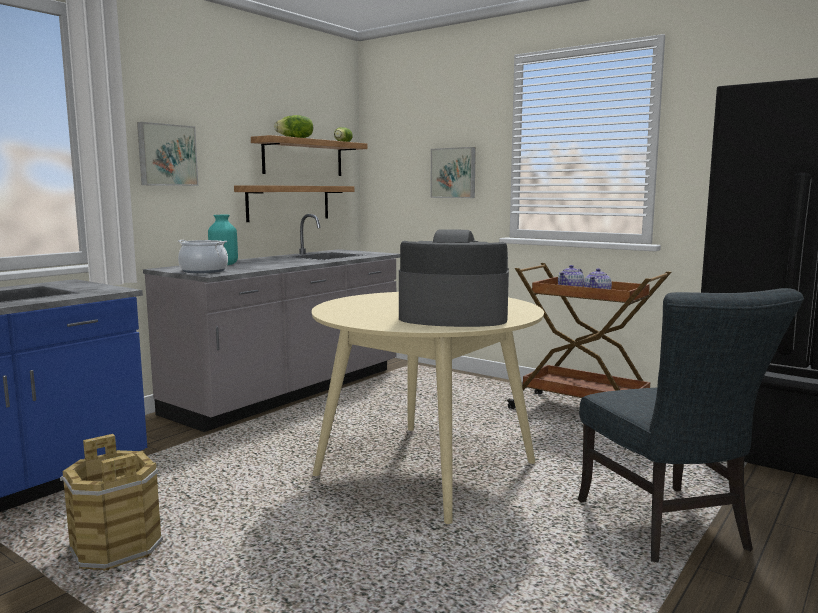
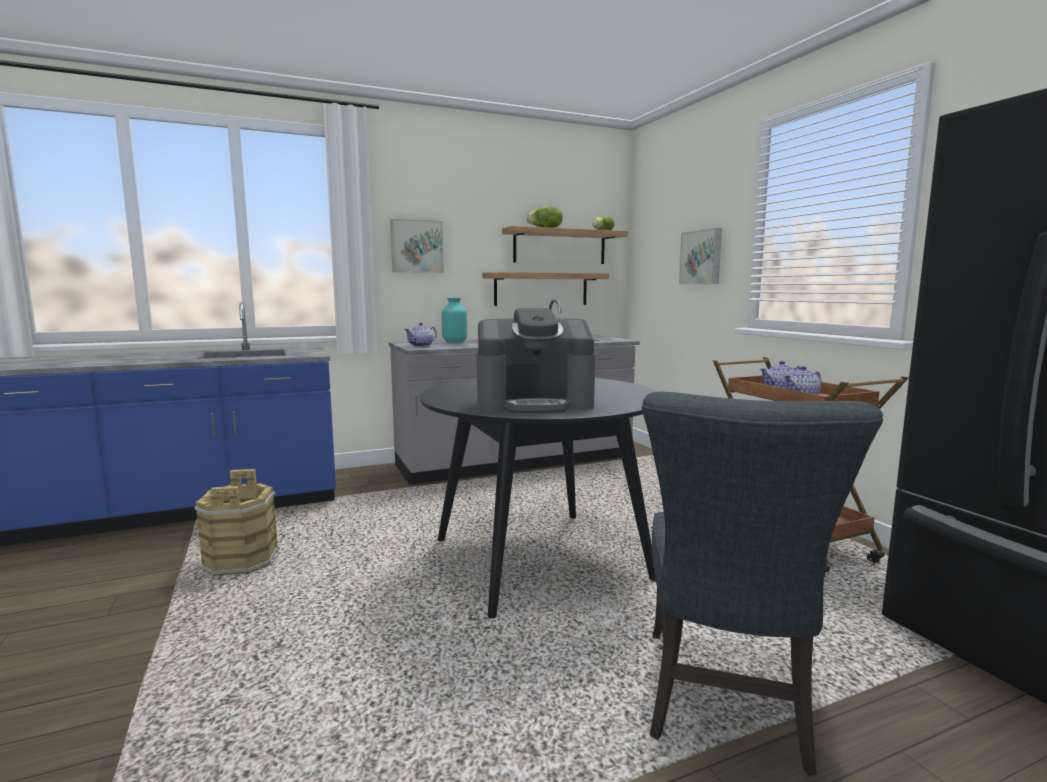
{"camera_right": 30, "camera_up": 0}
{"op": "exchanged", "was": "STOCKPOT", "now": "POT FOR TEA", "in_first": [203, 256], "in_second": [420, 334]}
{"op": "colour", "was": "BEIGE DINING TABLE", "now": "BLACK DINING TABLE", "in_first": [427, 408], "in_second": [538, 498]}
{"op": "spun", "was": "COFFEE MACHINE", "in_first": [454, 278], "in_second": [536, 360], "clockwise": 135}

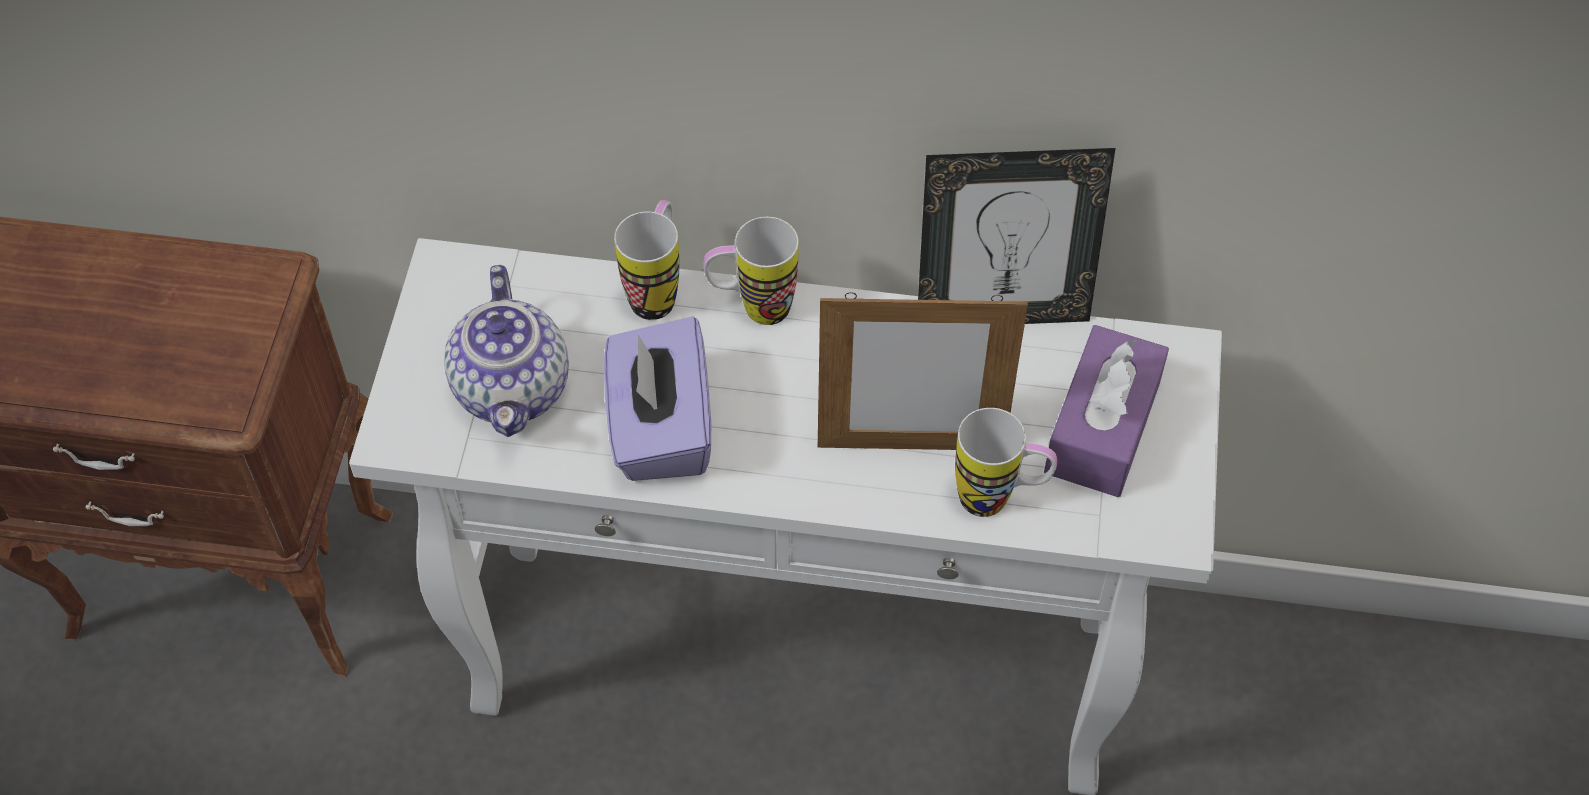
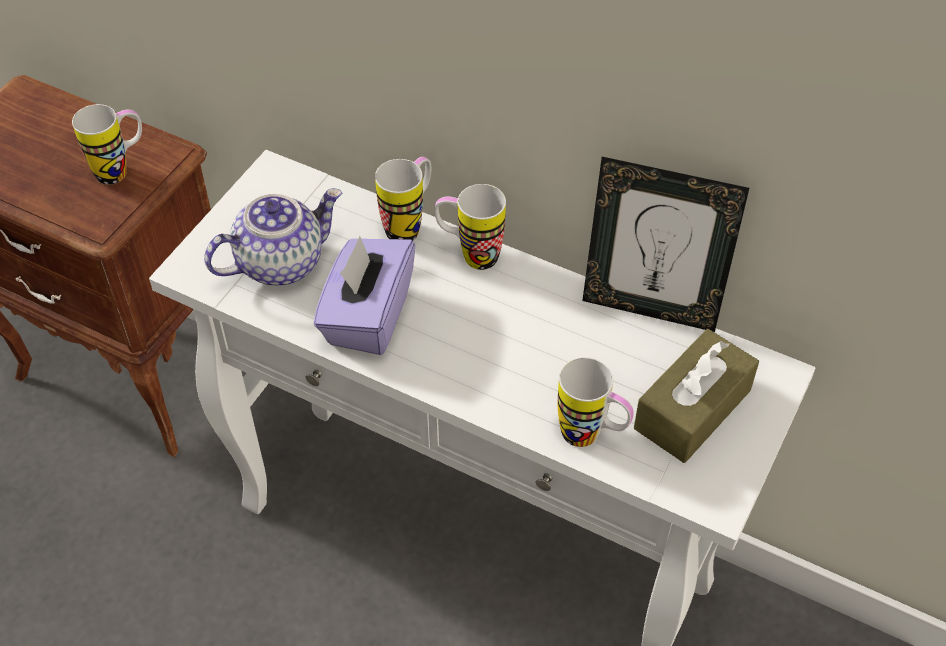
{"camera_right": 20, "camera_up": -5}
{"op": "missing", "was": "STANDING FRAME", "in_first": [923, 371]}
{"op": "appeared", "now": "MUG", "in_second": [107, 144]}
{"op": "colour", "was": "PURPLE-COLOURED TISSUE HOLDER", "now": "BROWN TISSUE HOLDER", "in_first": [1106, 411], "in_second": [696, 396]}
{"op": "spun", "was": "POT FOR TEA", "in_first": [506, 351], "in_second": [273, 237], "clockwise": -135}

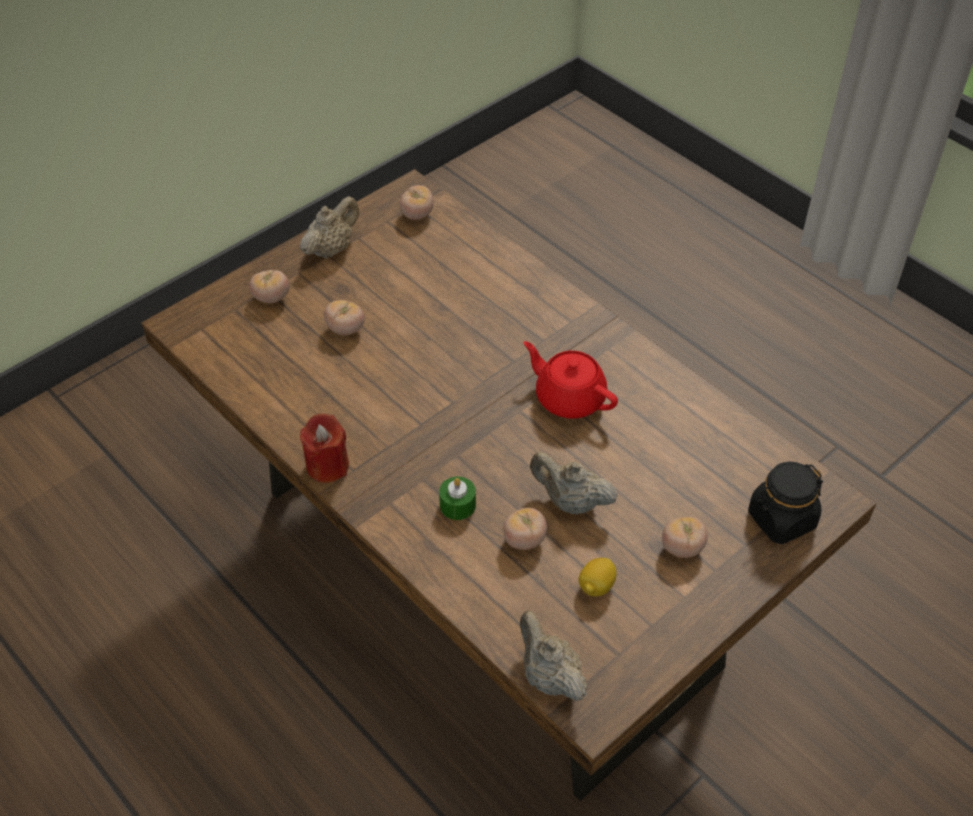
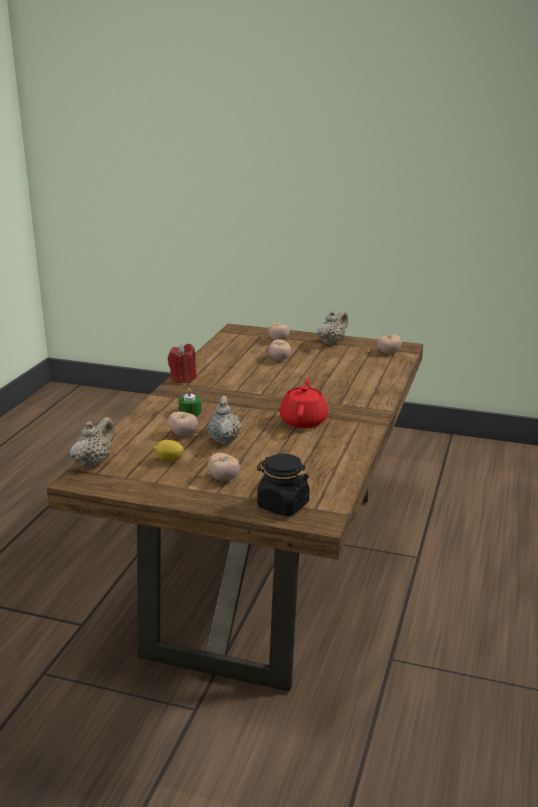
{"camera_right": 60, "camera_up": -25}
{"op": "spun", "was": "BEIGE POT FOR TEA", "in_first": [329, 227], "in_second": [332, 327], "clockwise": -60}

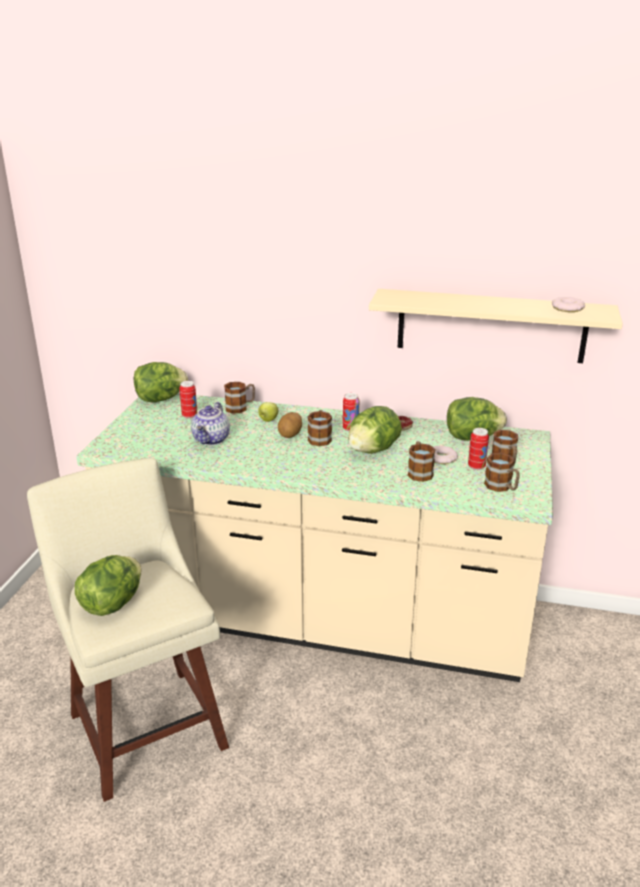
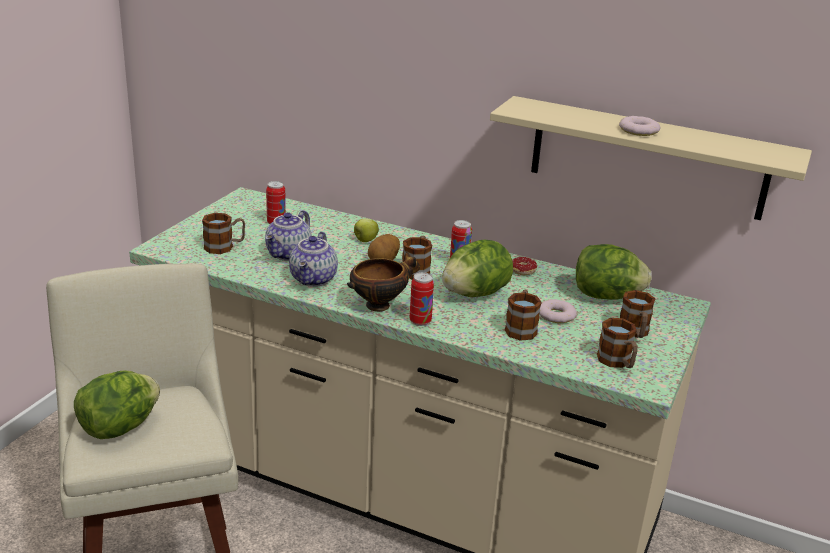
{"camera_right": 10, "camera_up": 0}
{"op": "missing", "was": "HEAD OF LETTUCE", "in_first": [161, 382]}
{"op": "appeared", "now": "POT FOR TEA", "in_second": [313, 259]}
{"op": "appeared", "now": "BOWL", "in_second": [383, 281]}
{"op": "relocated", "was": "MUG", "in_first": [239, 398], "in_second": [223, 233]}
{"op": "relocated", "was": "SEALED CAN", "in_first": [478, 449], "in_second": [421, 299]}
{"op": "relocated", "was": "RING DOUGHNUT", "in_first": [568, 304], "in_second": [639, 126]}

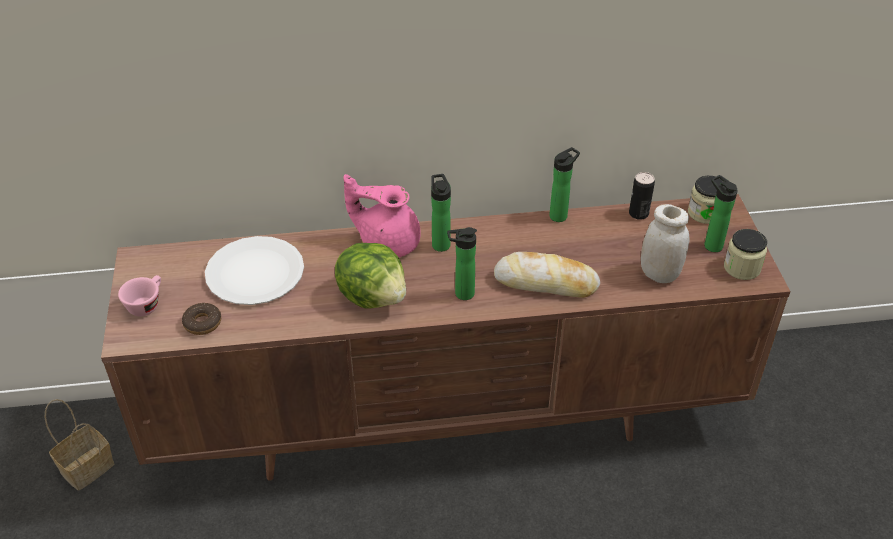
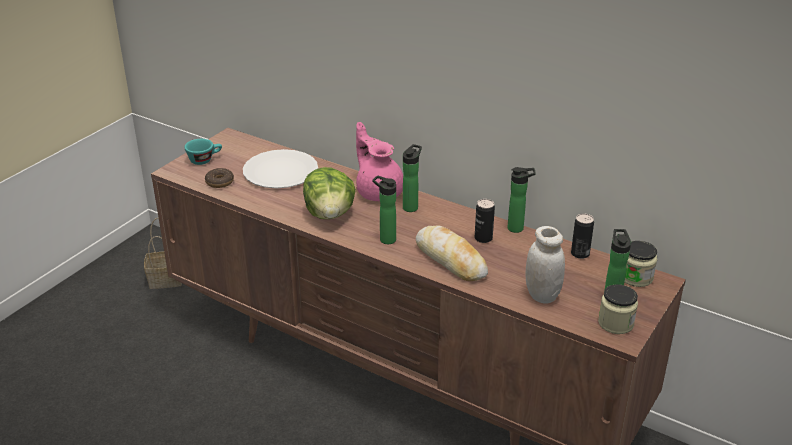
{"camera_right": 40, "camera_up": -10}
{"op": "appeared", "now": "SEALED CAN", "in_second": [485, 221]}
{"op": "colour", "was": "PINK-COLOURED CUP", "now": "TURQUOISE CUP", "in_first": [139, 296], "in_second": [203, 152]}

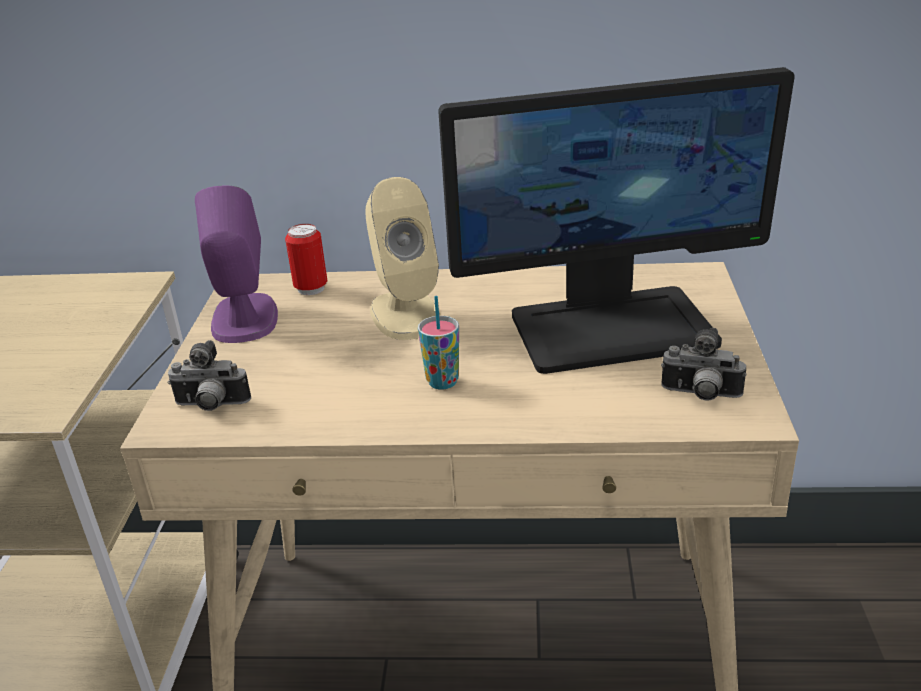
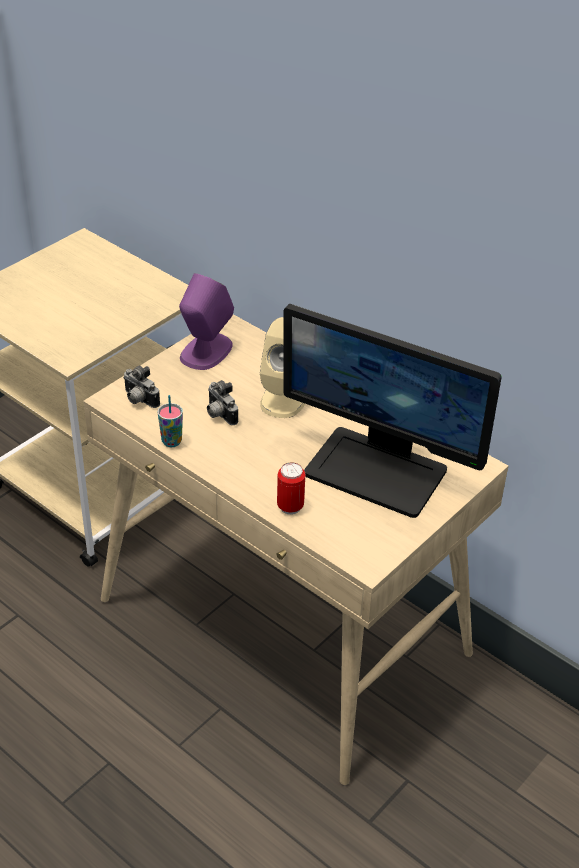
{"camera_right": 35, "camera_up": 10}
{"op": "relocated", "was": "SEALED CAN", "in_first": [306, 259], "in_second": [291, 488]}
{"op": "relocated", "was": "CUP", "in_first": [438, 342], "in_second": [170, 421]}
{"op": "relocated", "was": "PHOTO CAMERA", "in_first": [704, 364], "in_second": [222, 402]}

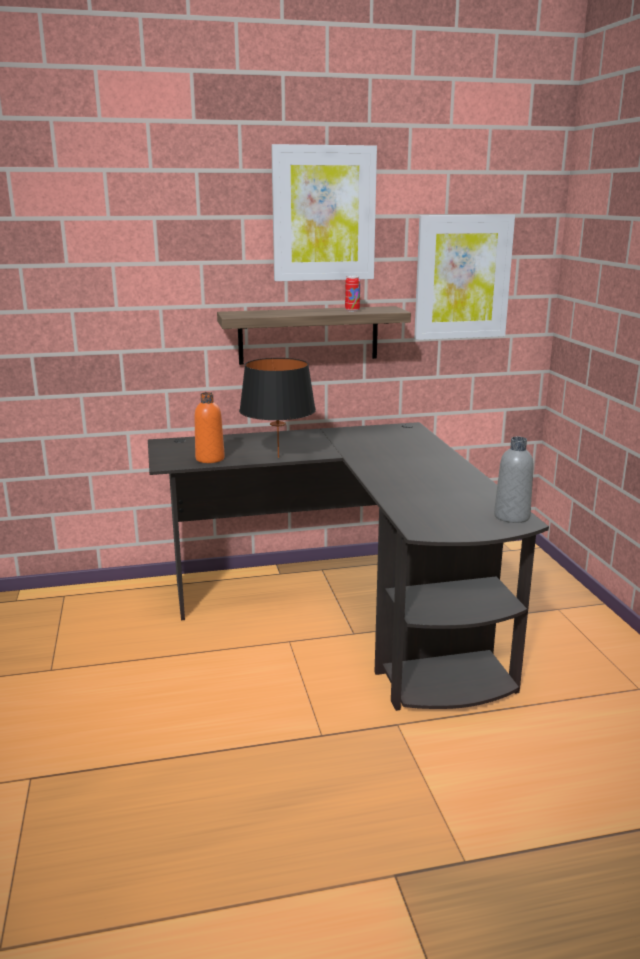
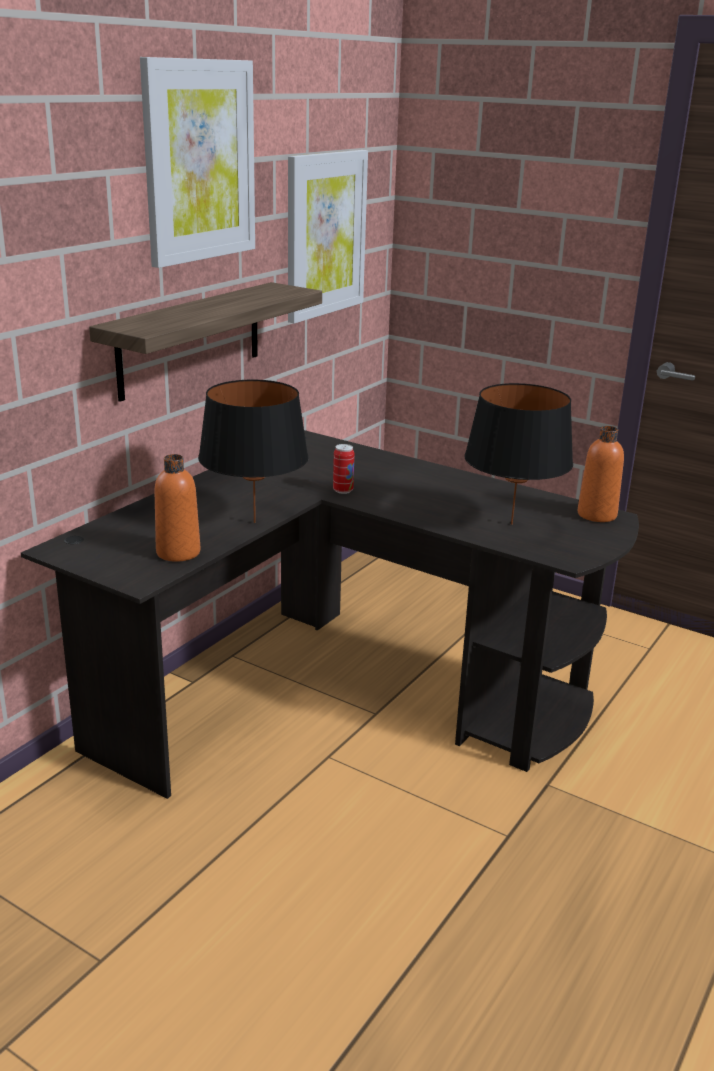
{"camera_right": -45, "camera_up": 5}
{"op": "appeared", "now": "BLACK TABLE LAMP", "in_second": [518, 454]}
{"op": "relocated", "was": "SEALED CAN", "in_first": [352, 294], "in_second": [344, 469]}
{"op": "colour", "was": "GREY BEVERAGE BOTTLE", "now": "ORANGE BEVERAGE BOTTLE", "in_first": [514, 480], "in_second": [601, 474]}

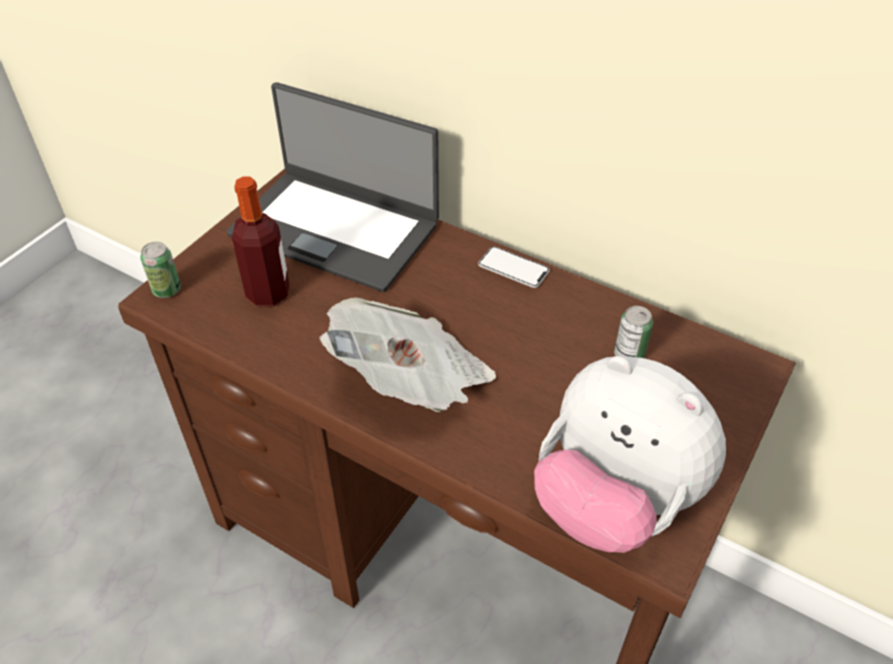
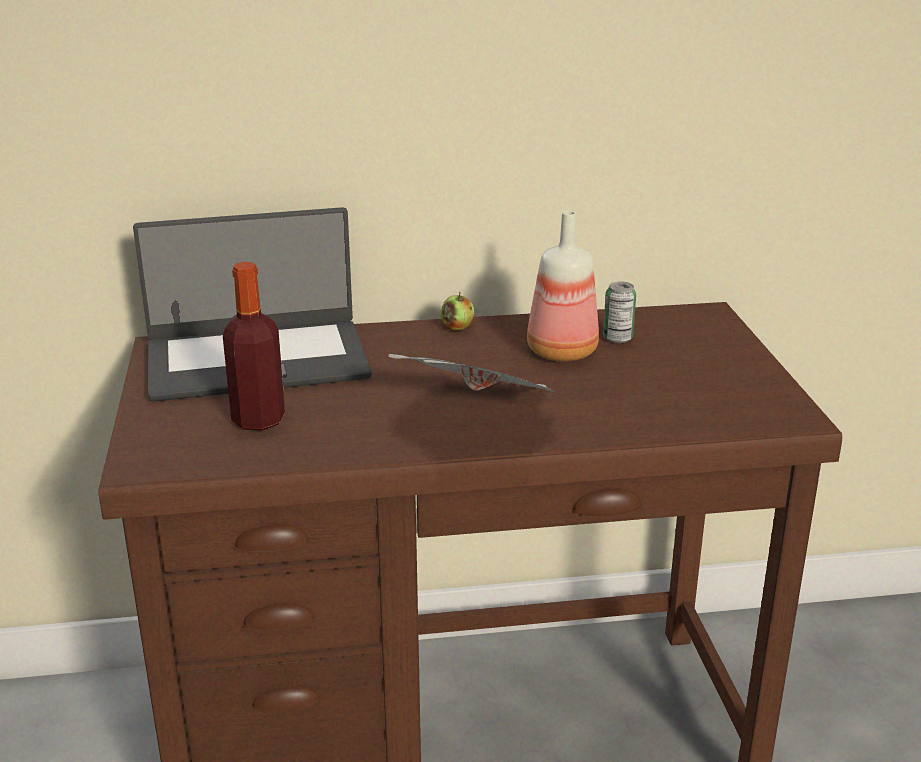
{"camera_right": -40, "camera_up": -20}
{"op": "missing", "was": "SEALED CAN", "in_first": [160, 270]}
{"op": "missing", "was": "CUDDLY TOY", "in_first": [630, 454]}
{"op": "appeared", "now": "BEVERAGE BOTTLE", "in_second": [563, 286]}
{"op": "exchanged", "was": "TELEPHONE", "now": "WHOLE APPLE", "in_first": [514, 267], "in_second": [457, 311]}

